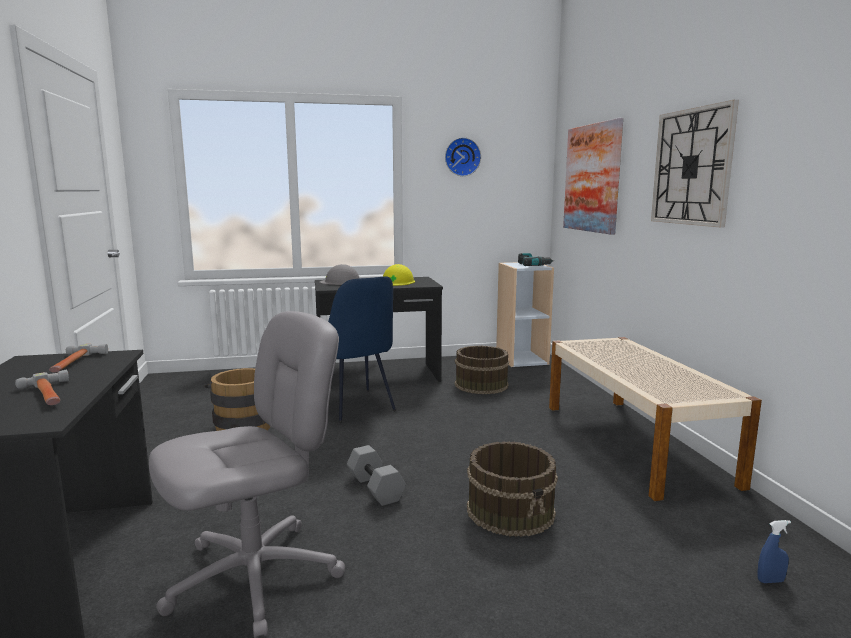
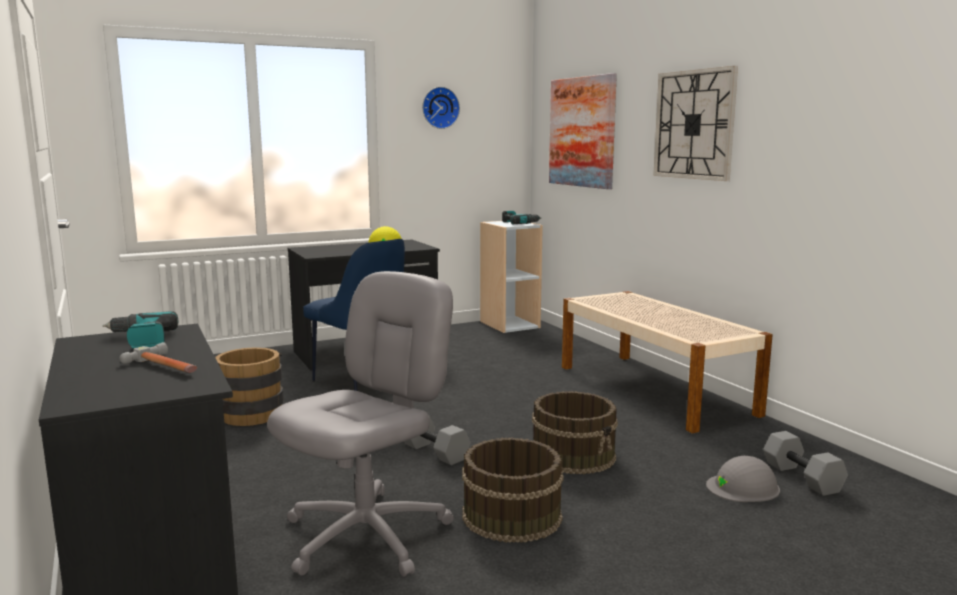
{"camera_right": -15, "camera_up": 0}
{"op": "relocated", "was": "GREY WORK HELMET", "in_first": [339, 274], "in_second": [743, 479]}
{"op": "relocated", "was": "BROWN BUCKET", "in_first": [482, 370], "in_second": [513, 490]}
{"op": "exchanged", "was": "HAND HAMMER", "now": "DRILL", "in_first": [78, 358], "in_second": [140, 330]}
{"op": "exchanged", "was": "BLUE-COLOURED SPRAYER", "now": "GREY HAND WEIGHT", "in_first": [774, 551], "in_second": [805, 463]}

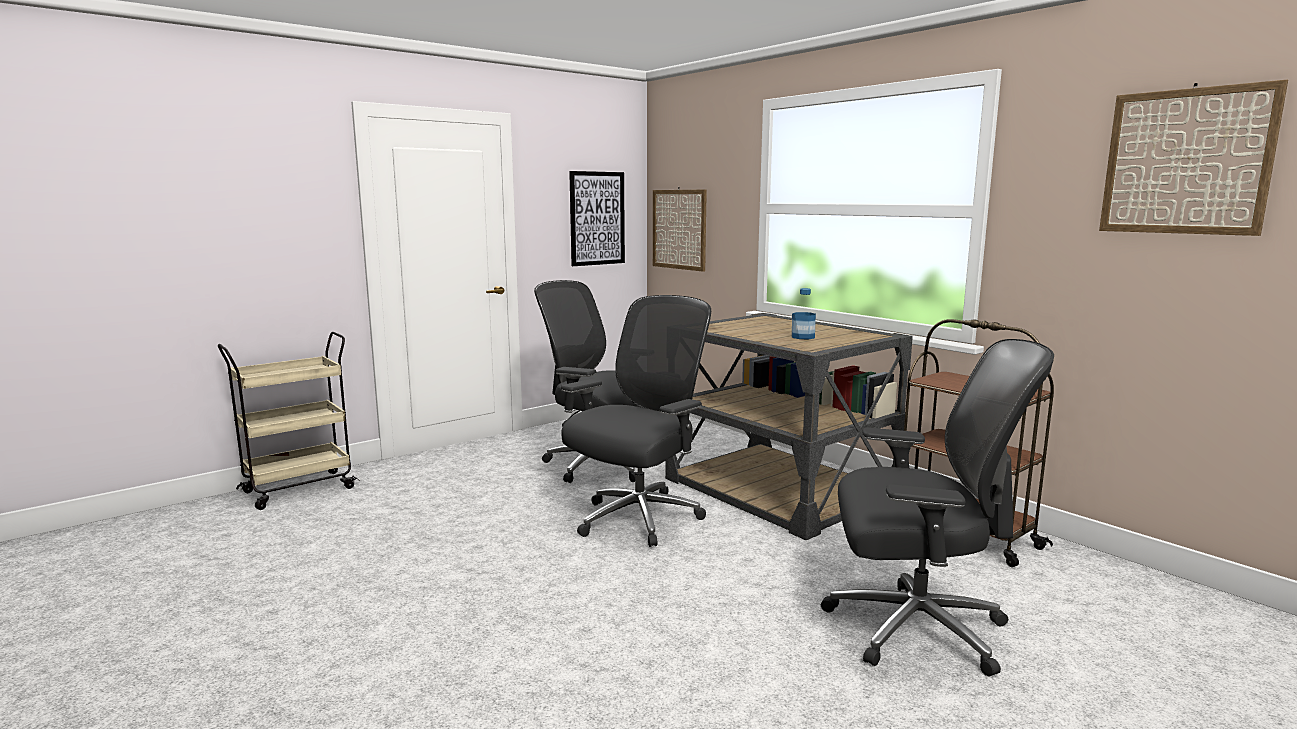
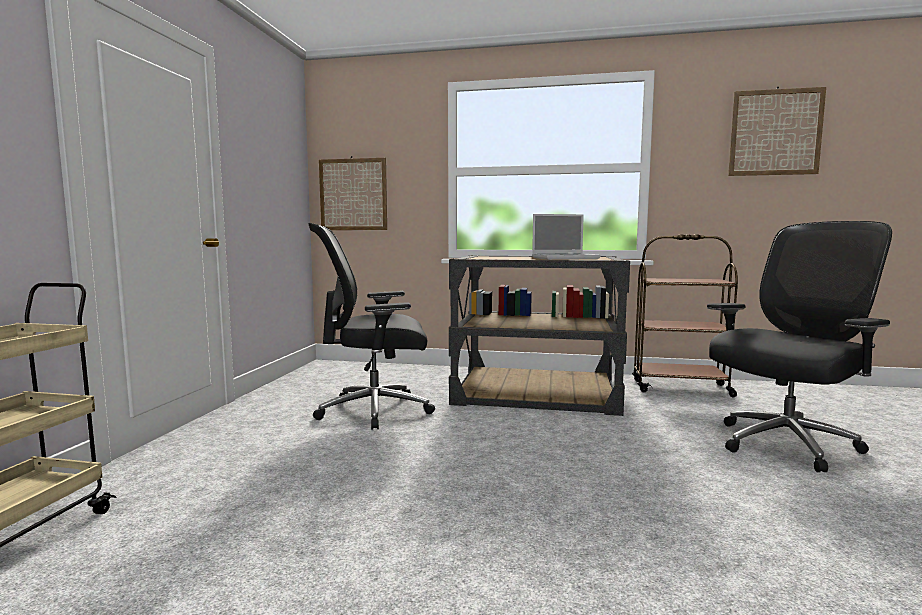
{"camera_right": -40, "camera_up": -5}
{"op": "missing", "was": "OFFICE CHAIR", "in_first": [636, 421]}
{"op": "missing", "was": "PICTURE", "in_first": [597, 218]}
{"op": "exchanged", "was": "BEVERAGE BOTTLE", "now": "LAPTOP", "in_first": [804, 313], "in_second": [566, 237]}

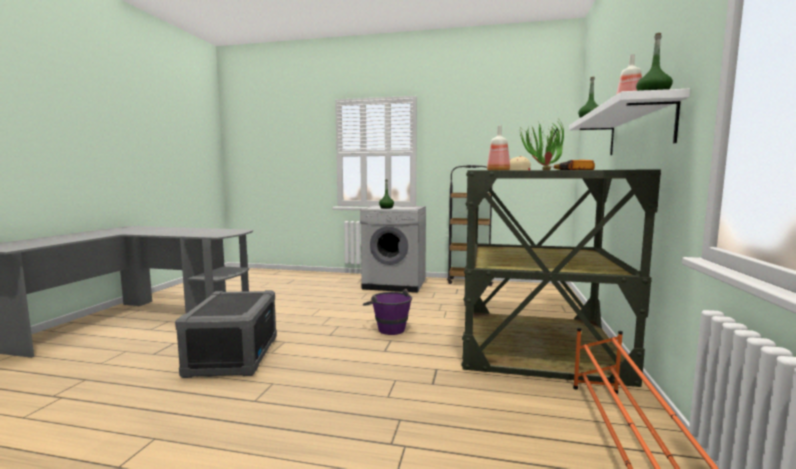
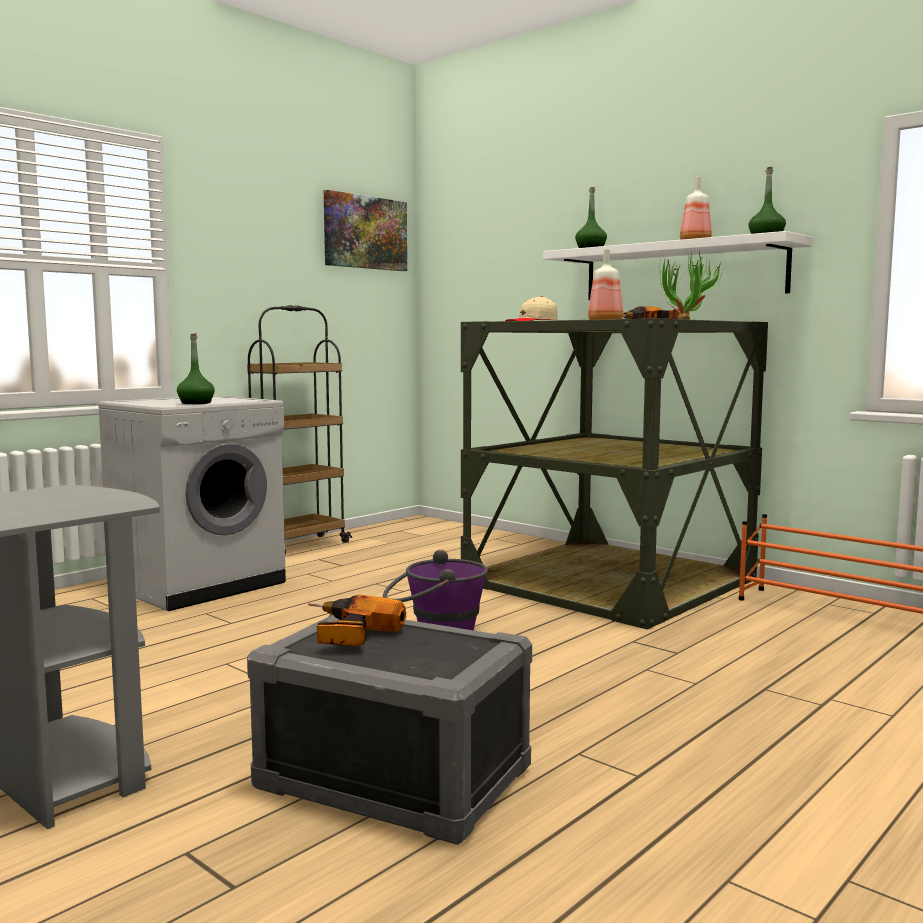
{"camera_right": -60, "camera_up": 0}
{"op": "appeared", "now": "DRILL", "in_second": [357, 620]}
{"op": "appeared", "now": "PICTURE", "in_second": [365, 230]}

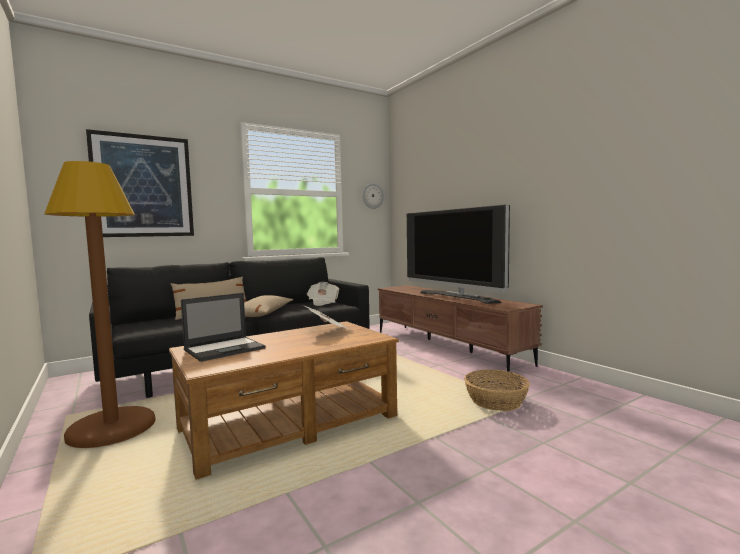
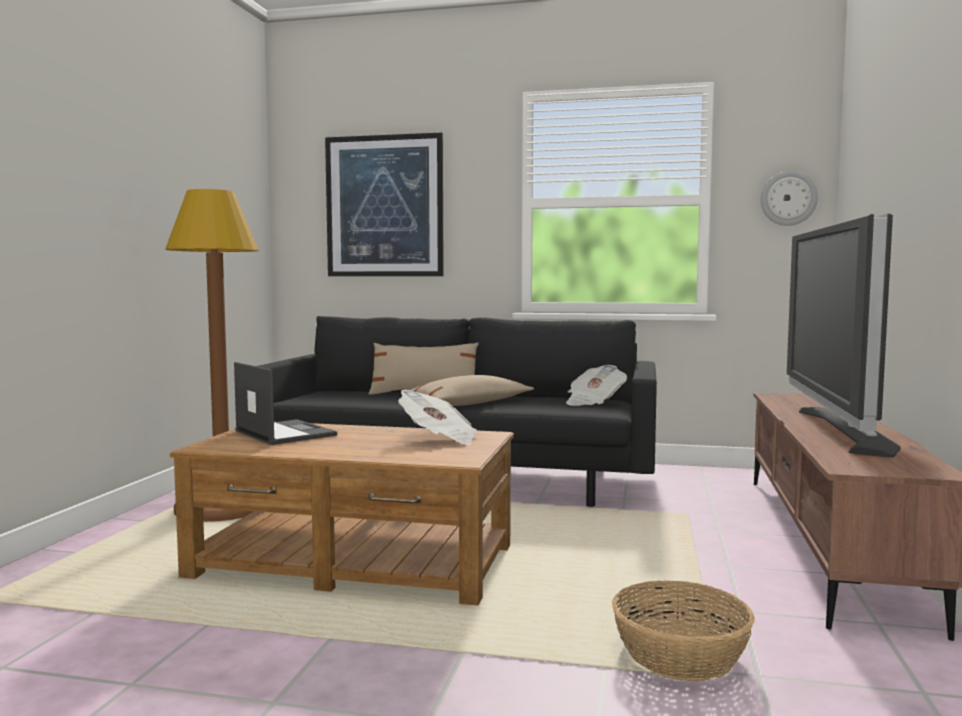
{"camera_right": 45, "camera_up": 0}
{"op": "spun", "was": "LAPTOP", "in_first": [223, 327], "in_second": [285, 403], "clockwise": -135}

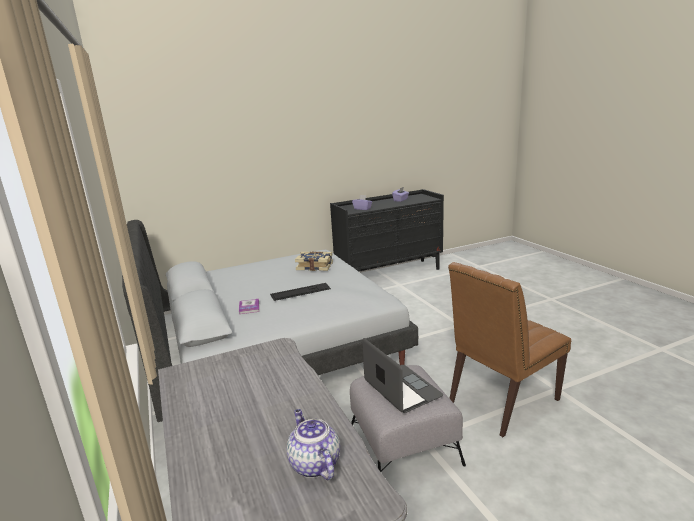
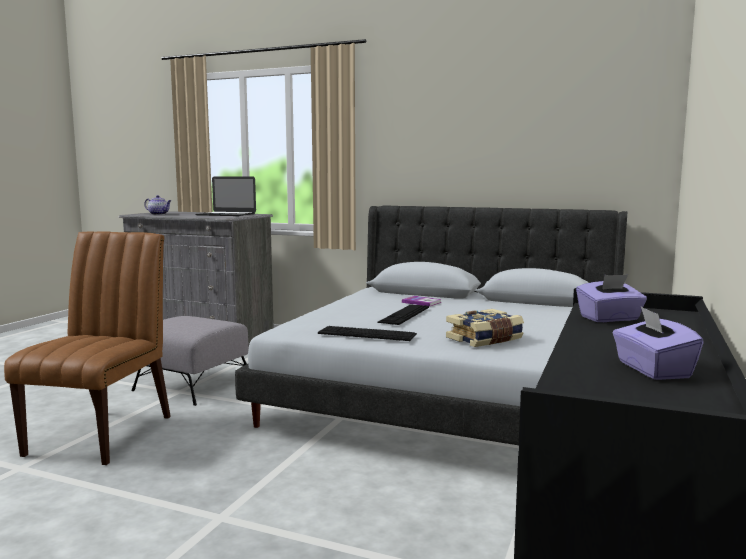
{"camera_right": 135, "camera_up": -10}
{"op": "appeared", "now": "PC KEYBOARD", "in_second": [367, 333]}
{"op": "relocated", "was": "LAPTOP", "in_first": [402, 375], "in_second": [225, 196]}

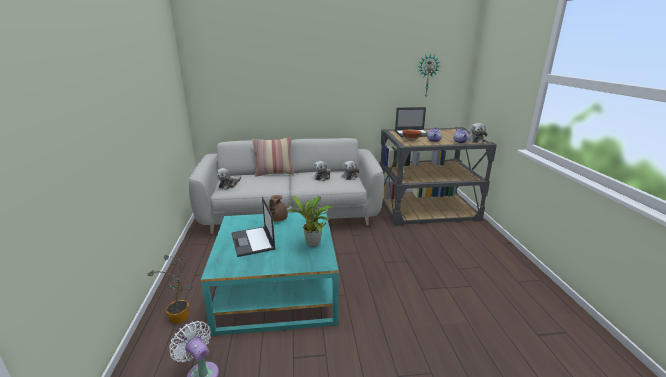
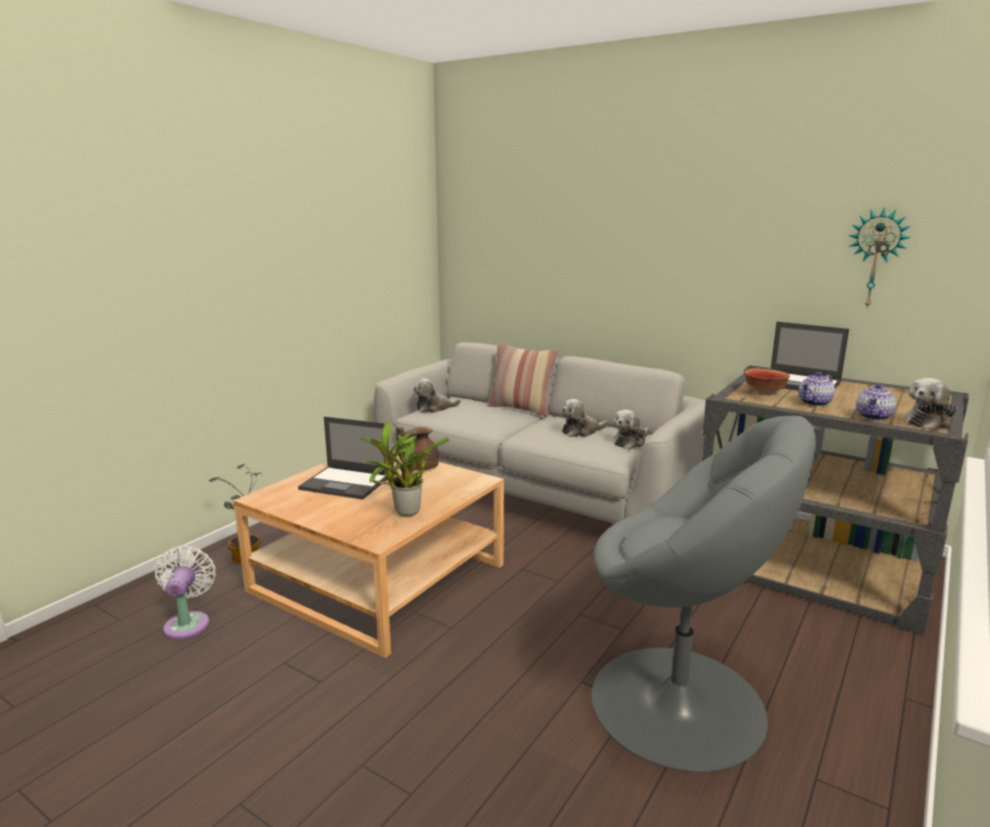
{"camera_right": 40, "camera_up": -5}
{"op": "appeared", "now": "GREY EASY CHAIR", "in_second": [704, 594]}
{"op": "colour", "was": "TURQUOISE COFFEE TABLE", "now": "BEIGE COFFEE TABLE", "in_first": [270, 273], "in_second": [369, 553]}
{"op": "spun", "was": "LAPTOP", "in_first": [253, 227], "in_second": [343, 458], "clockwise": -90}

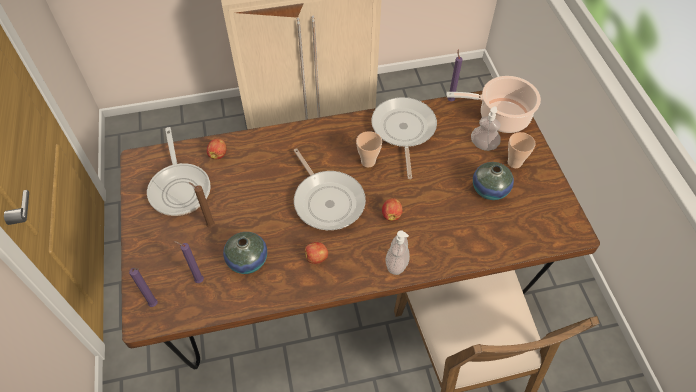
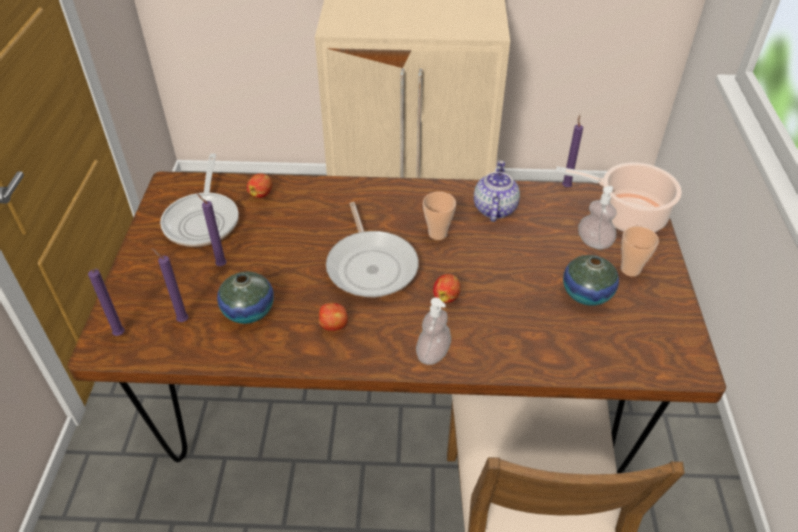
{"camera_right": 15, "camera_up": -10}
{"op": "exchanged", "was": "FRYING PAN", "now": "POT FOR TEA", "in_first": [404, 138], "in_second": [497, 191]}
{"op": "colour", "was": "BROWN WAX LIGHT", "now": "PURPLE-COLOURED WAX LIGHT", "in_first": [202, 205], "in_second": [212, 229]}

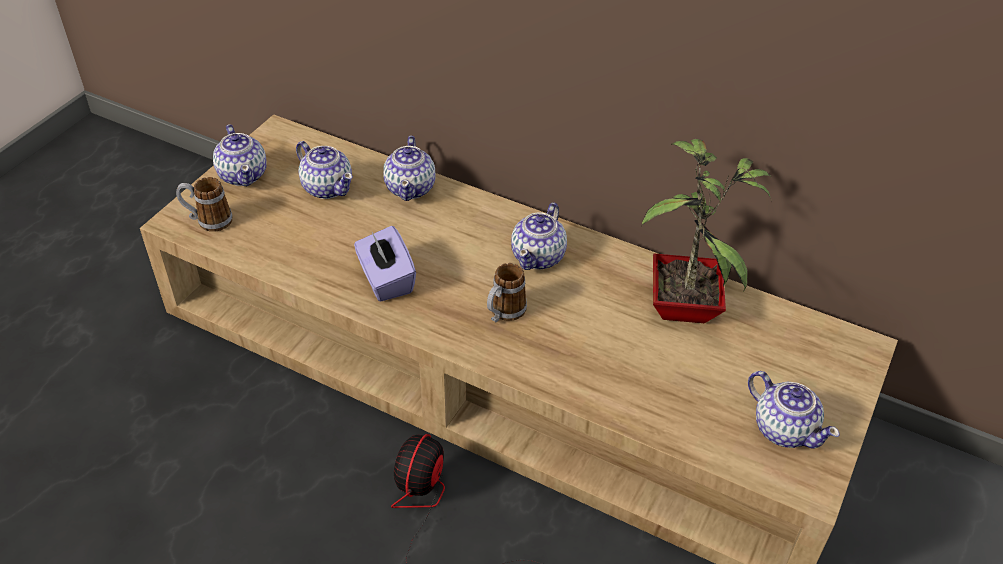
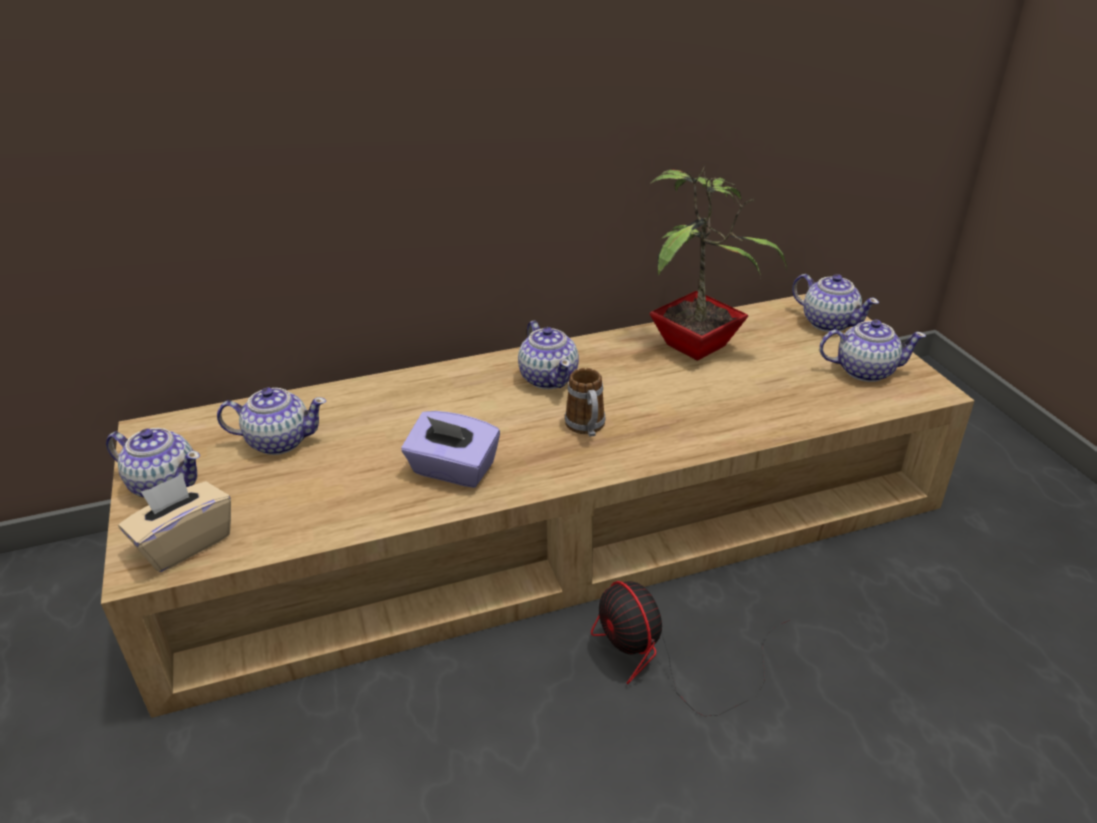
{"camera_right": -45, "camera_up": -10}
{"op": "relocated", "was": "POT FOR TEA", "in_first": [409, 168], "in_second": [835, 303]}
{"op": "exchanged", "was": "MUG", "now": "BEIGE TISSUE HOLDER", "in_first": [204, 204], "in_second": [174, 523]}

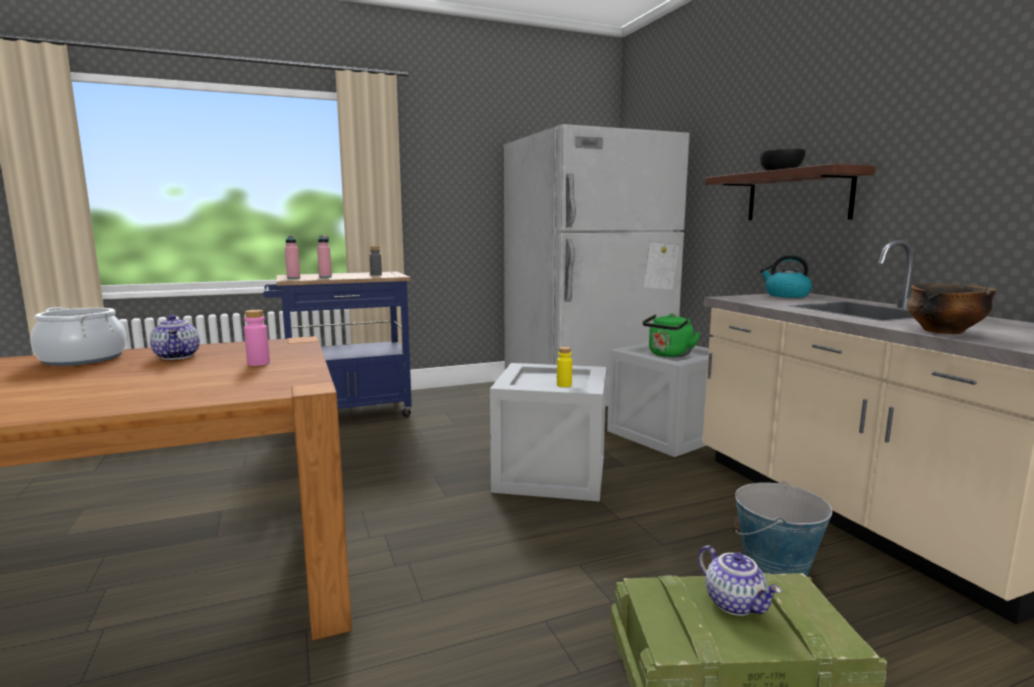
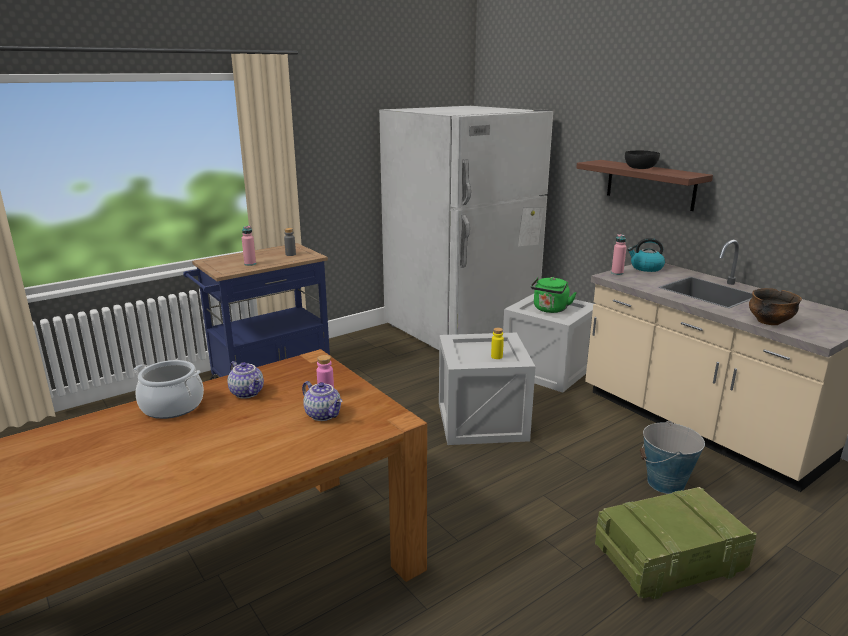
{"camera_right": -15, "camera_up": 10}
{"op": "relocated", "was": "PINK-COLOURED BEVERAGE BOTTLE", "in_first": [292, 257], "in_second": [619, 254]}
{"op": "relocated", "was": "POT FOR TEA", "in_first": [739, 580], "in_second": [322, 401]}

